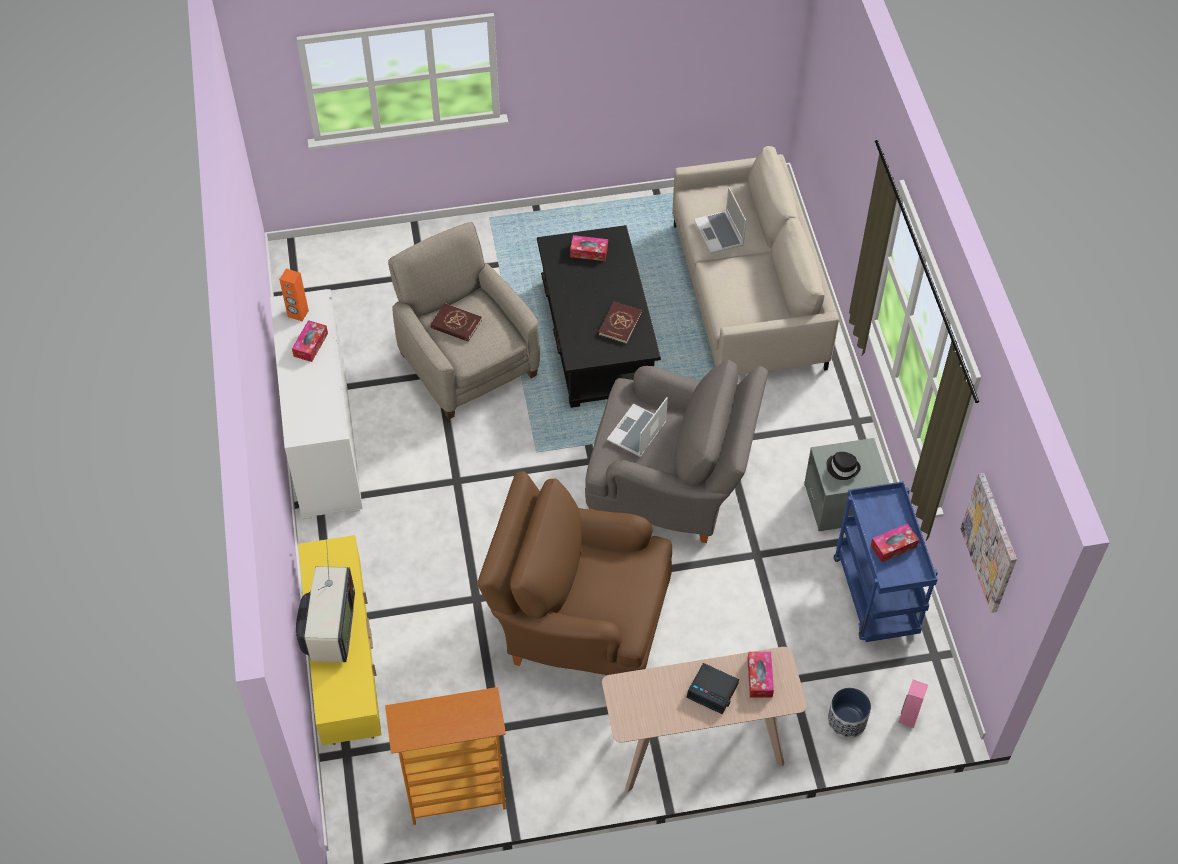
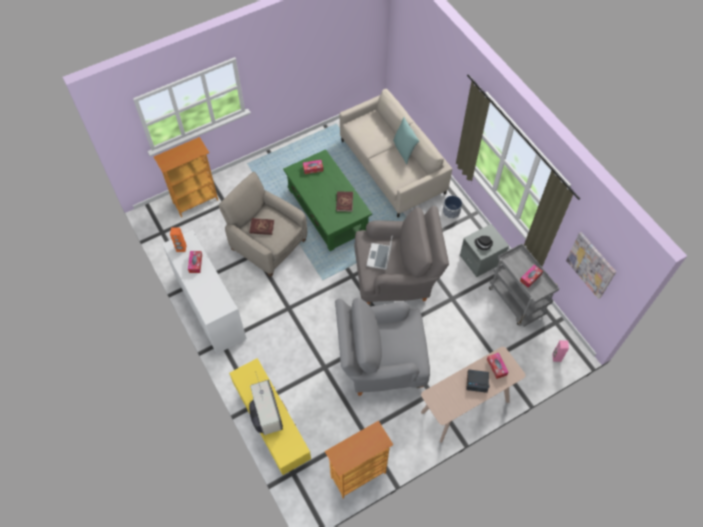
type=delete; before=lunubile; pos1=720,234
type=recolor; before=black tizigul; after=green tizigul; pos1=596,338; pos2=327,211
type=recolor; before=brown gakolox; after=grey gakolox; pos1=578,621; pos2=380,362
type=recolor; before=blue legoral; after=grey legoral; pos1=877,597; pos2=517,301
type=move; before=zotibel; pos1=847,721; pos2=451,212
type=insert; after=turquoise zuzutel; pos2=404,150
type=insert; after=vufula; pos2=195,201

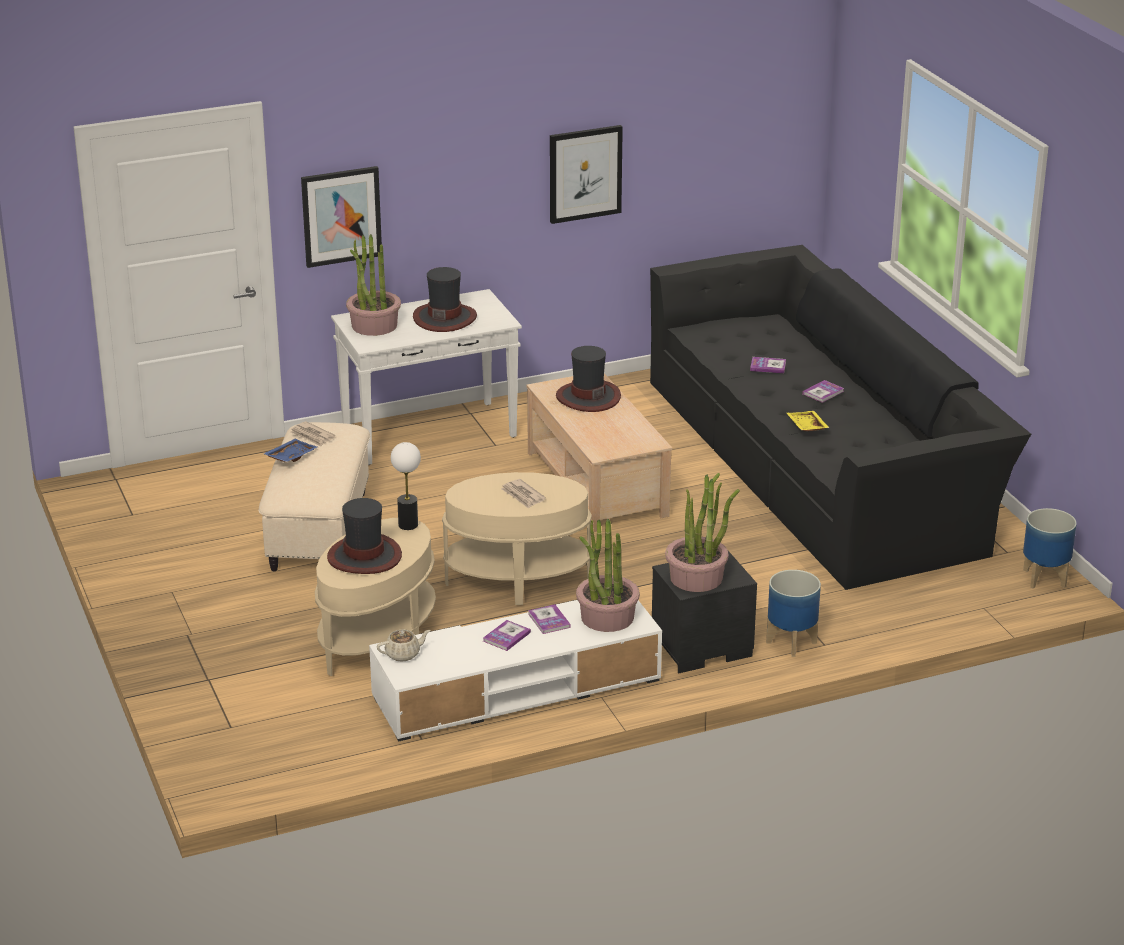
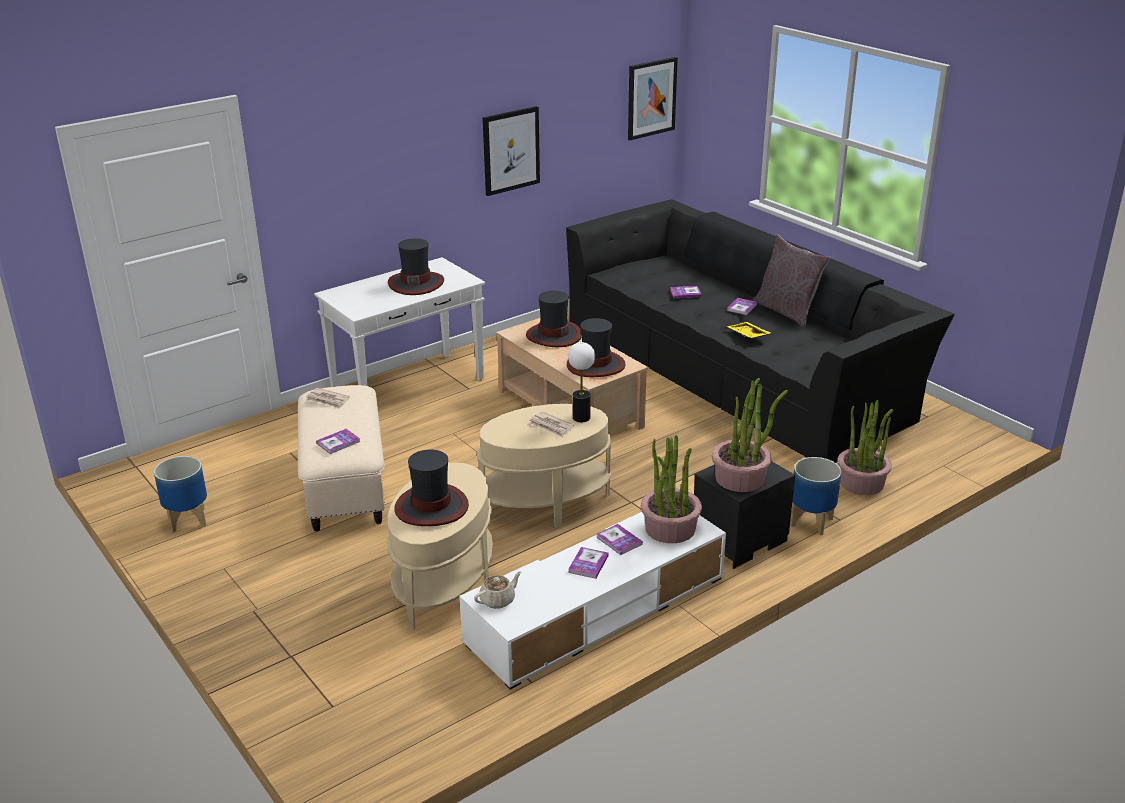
type=move; before=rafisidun; pos1=341,216; pos2=651,98
type=move; before=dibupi; pos1=374,326; pos2=861,483
type=delete; before=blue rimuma; pos1=290,457
type=move; before=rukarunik; pos1=408,525; pos2=581,418
type=move; before=zotibel; pos1=1045,579; pos2=188,521
type=insert; after=grey zuzutel; pos2=787,312
type=insert; after=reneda; pos2=596,365
type=insert; after=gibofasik; pos2=338,442

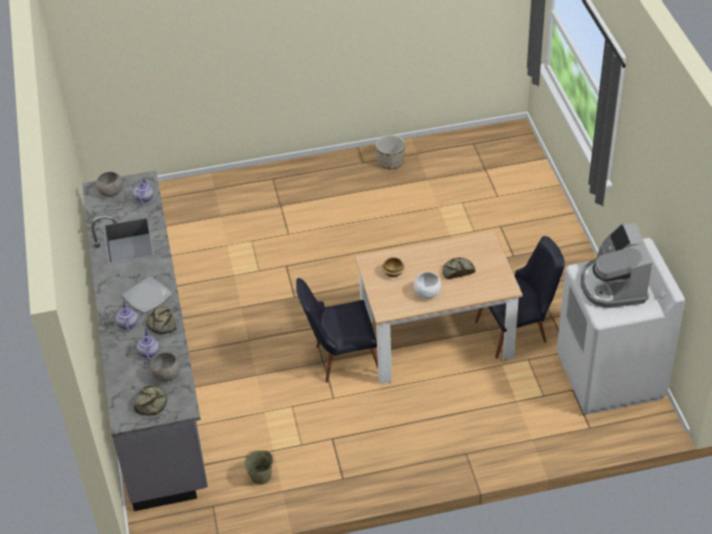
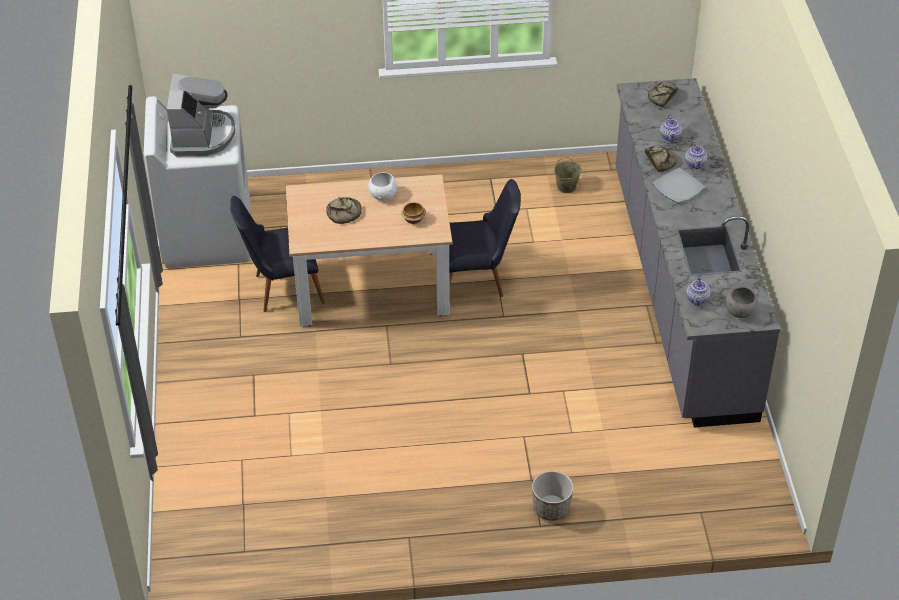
type=move; before=zotibel; pos1=390,163; pos2=551,508
type=delete; before=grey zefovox; pos1=167,375

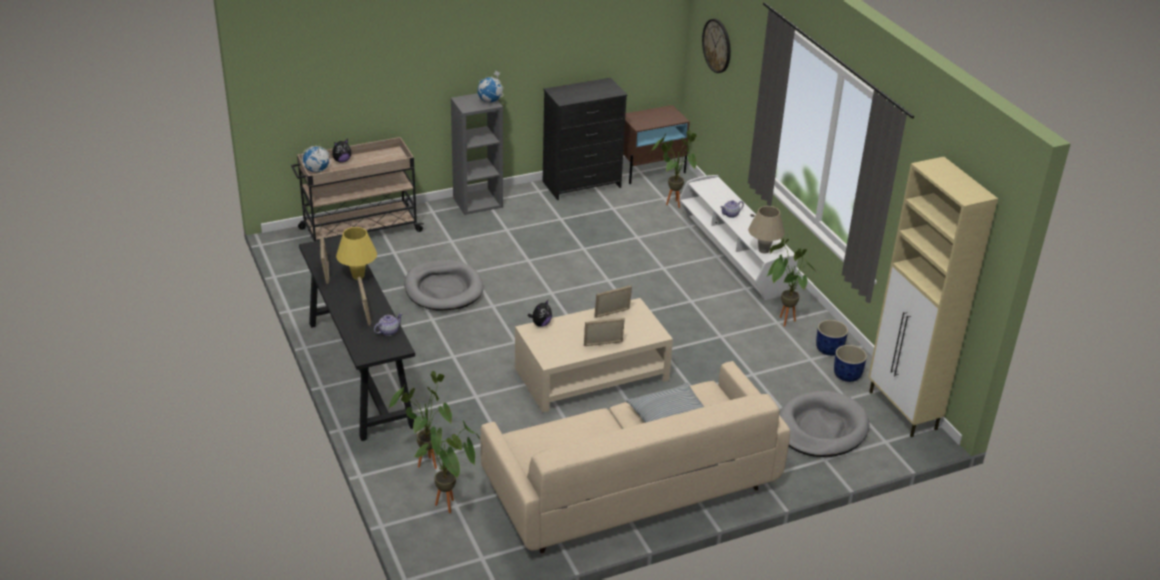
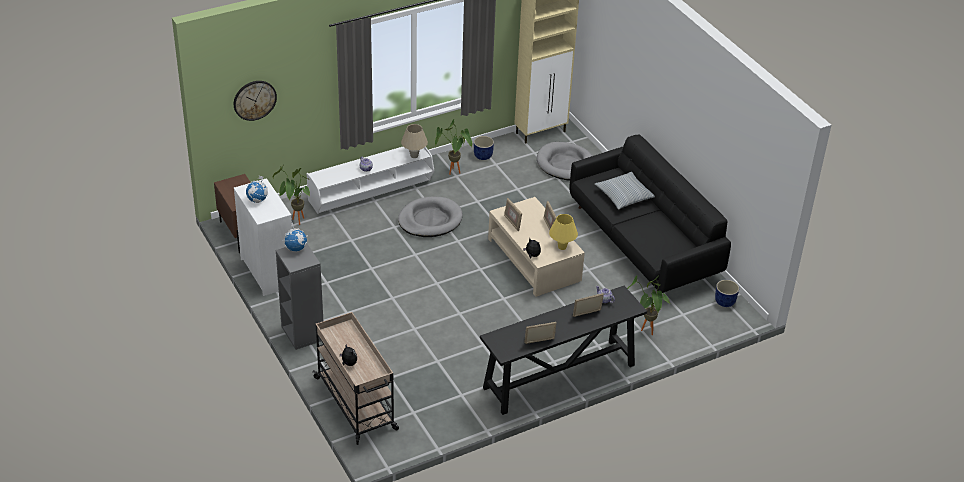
type=recolor; before=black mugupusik; after=white mugupusik; pos1=582,185; pos2=268,272
type=move; before=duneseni; pos1=317,171; pos2=258,200
type=move; before=yellow rukarunik; pos1=358,276; pos2=562,247
type=move; before=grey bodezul; pos1=443,289; pos2=430,220
type=move; before=blue zotibel; pos1=847,375; pos2=724,301
type=recolor; before=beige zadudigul; after=black zadudigul; pos1=630,486; pos2=642,241
type=delete; before=dibupi; pos1=451,507

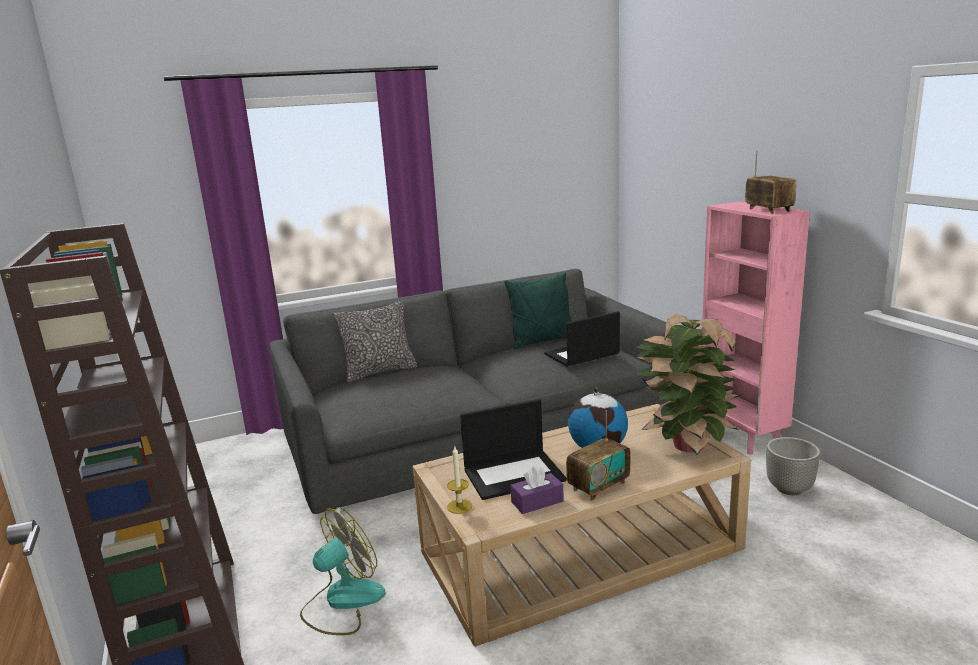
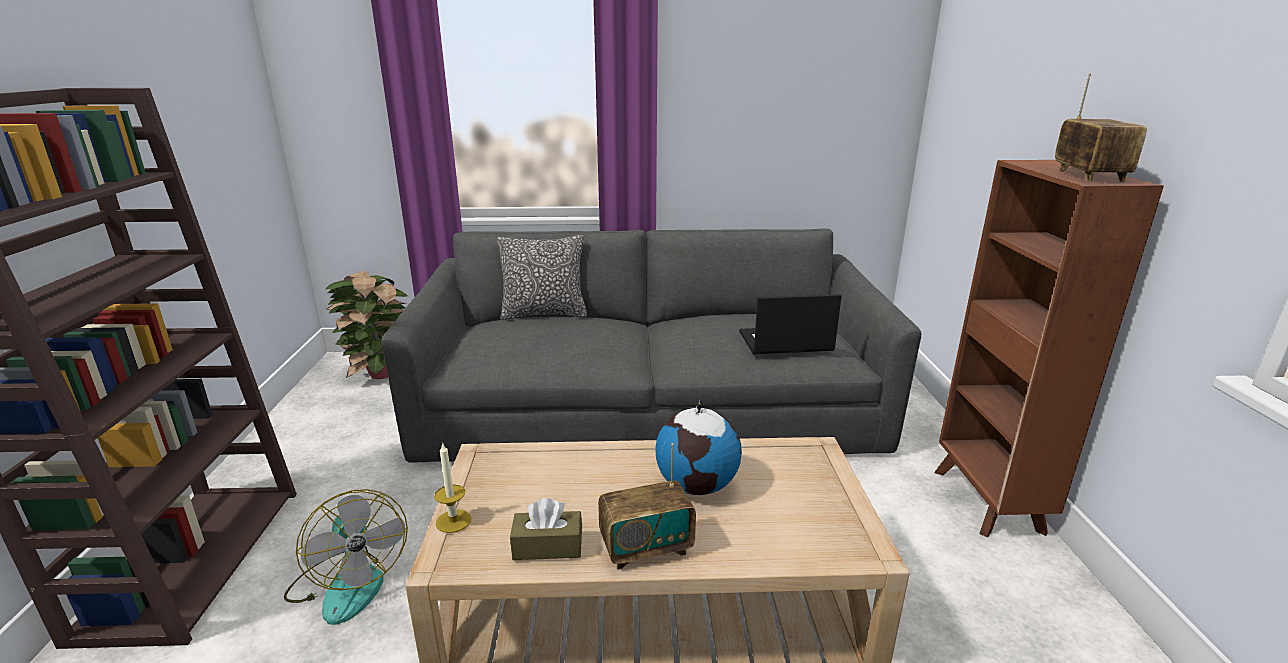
type=recolor; before=pink vufula; after=brown vufula; pos1=741,435; pos2=988,502
type=delete; before=green zuzutel; pos1=542,341
type=move; before=dibupi; pos1=685,445; pos2=380,373
type=delete; before=lunubile; pos1=514,474
type=delete; before=zotibel; pos1=790,489
type=recolor; before=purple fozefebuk; after=brown fozefebuk; pos1=537,502; pos2=548,546
type=rotate; before=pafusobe; pos1=342,602; pos2=348,583; turn=75

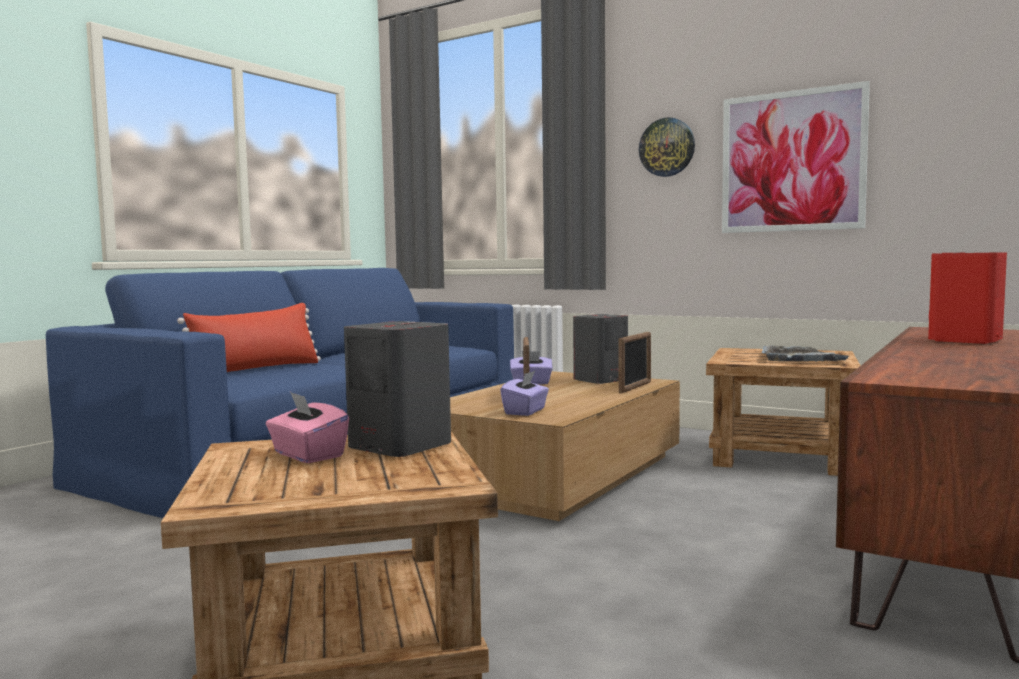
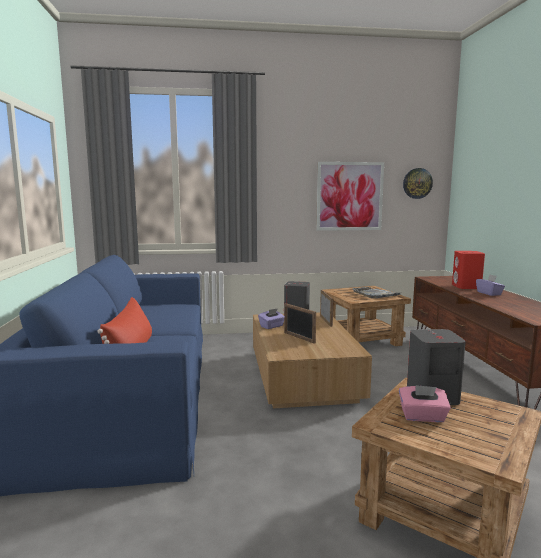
type=move; before=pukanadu; pos1=667,147; pos2=417,183
type=move; before=purple fozefebuk; pos1=525,411; pos2=489,293

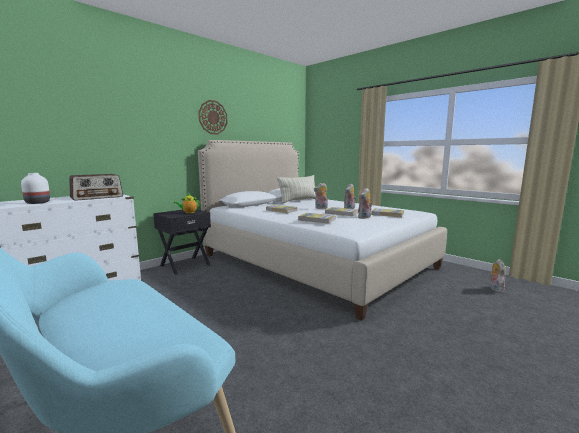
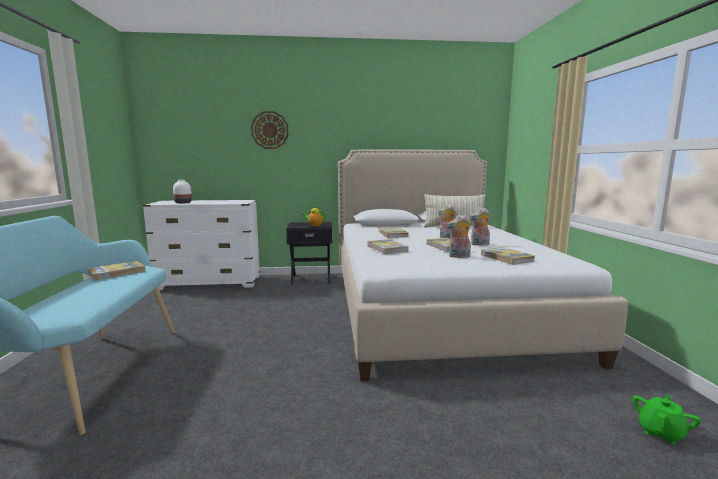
type=move; before=pukanadu; pos1=213,117; pos2=269,130
type=delete; before=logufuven; pos1=97,197
type=replace; before=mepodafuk; after=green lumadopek; pos1=495,289; pos2=661,432
type=insert; after=gibofasik; pos2=117,272

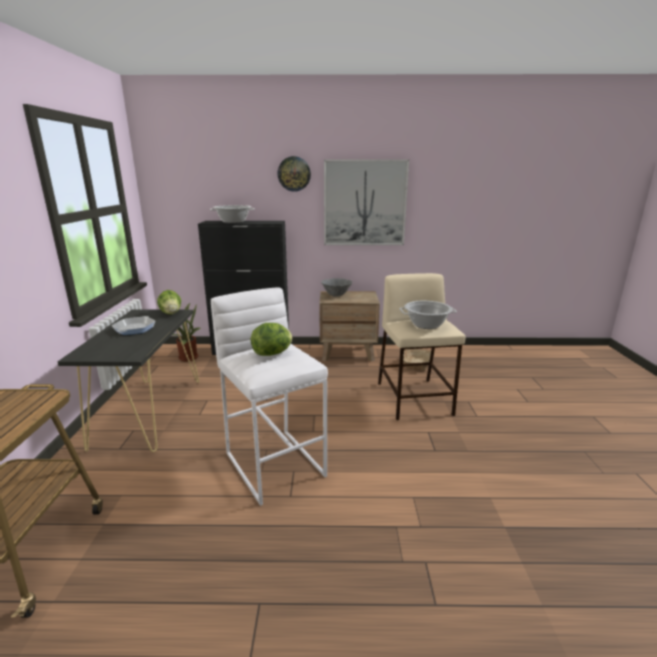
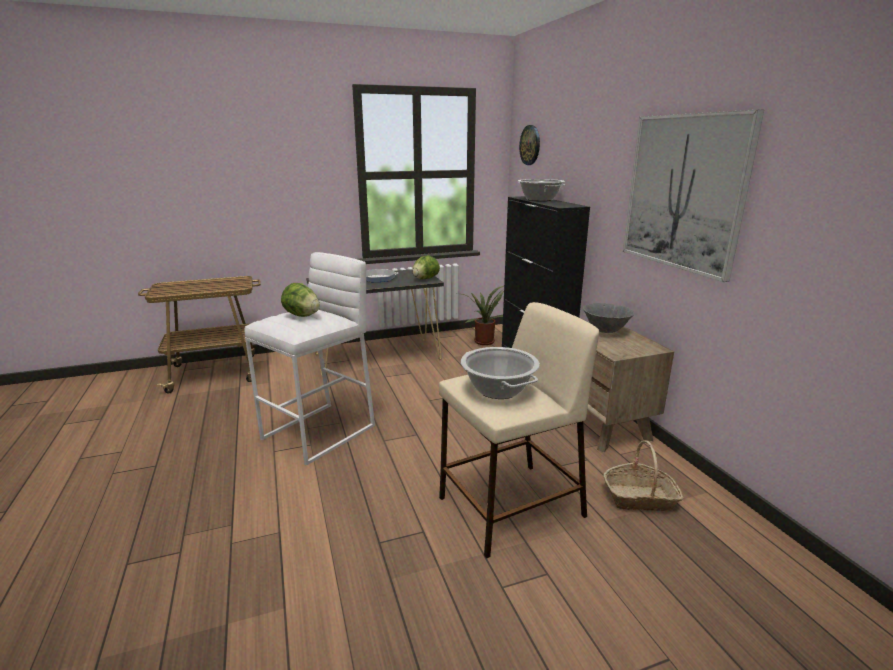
type=move; before=pukanadu; pos1=294,174; pos2=530,145

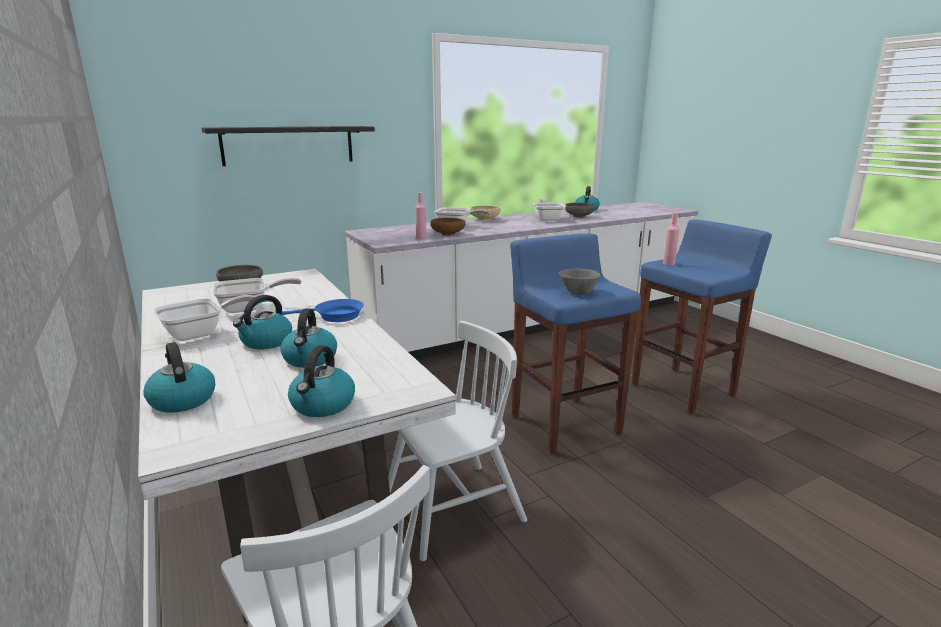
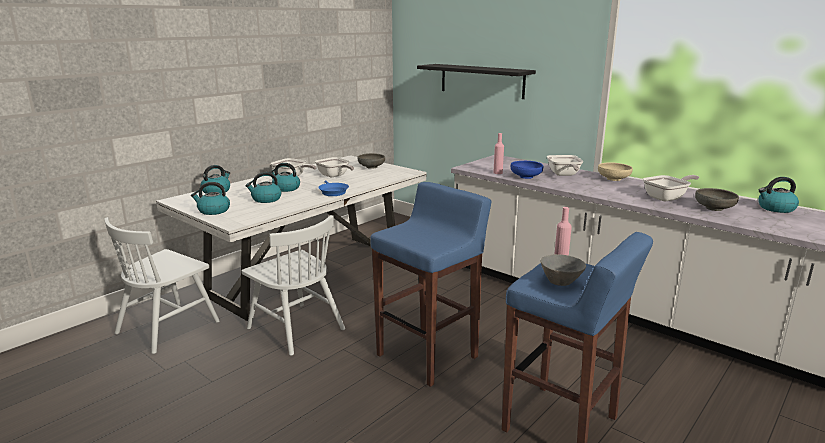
type=recolor; before=brown zefovox; after=blue zefovox; pos1=448,234; pos2=526,177
type=move; before=grey zefovox; pos1=579,291; pos2=562,282

